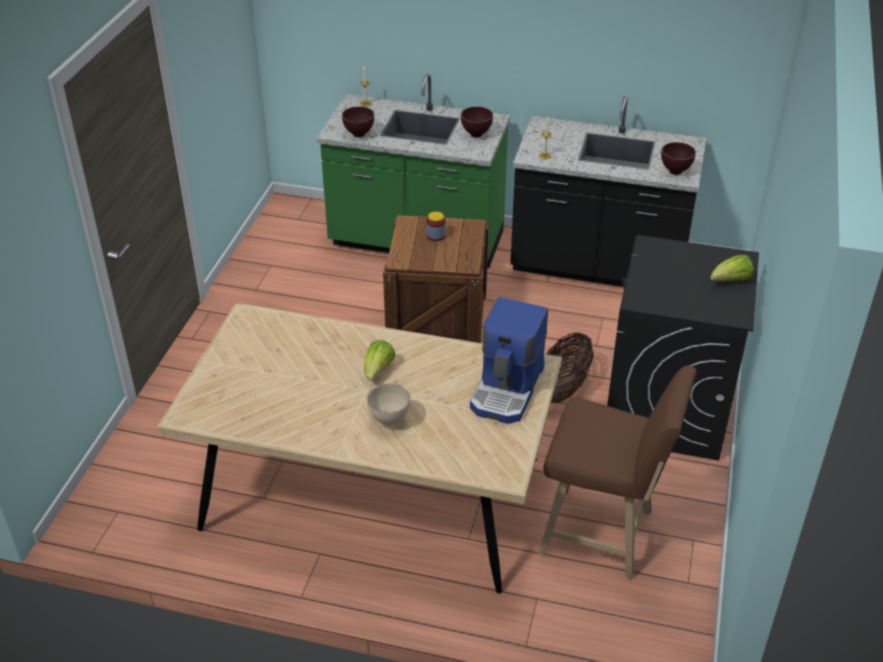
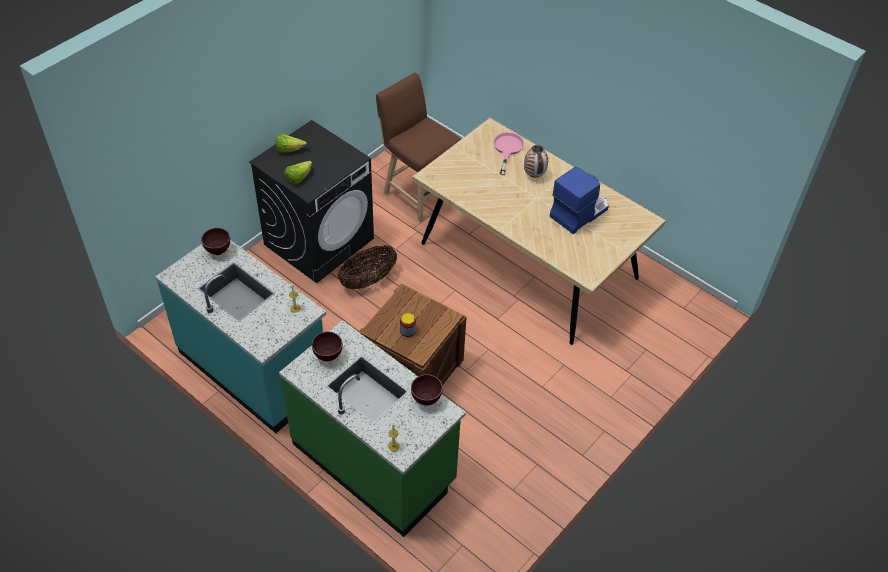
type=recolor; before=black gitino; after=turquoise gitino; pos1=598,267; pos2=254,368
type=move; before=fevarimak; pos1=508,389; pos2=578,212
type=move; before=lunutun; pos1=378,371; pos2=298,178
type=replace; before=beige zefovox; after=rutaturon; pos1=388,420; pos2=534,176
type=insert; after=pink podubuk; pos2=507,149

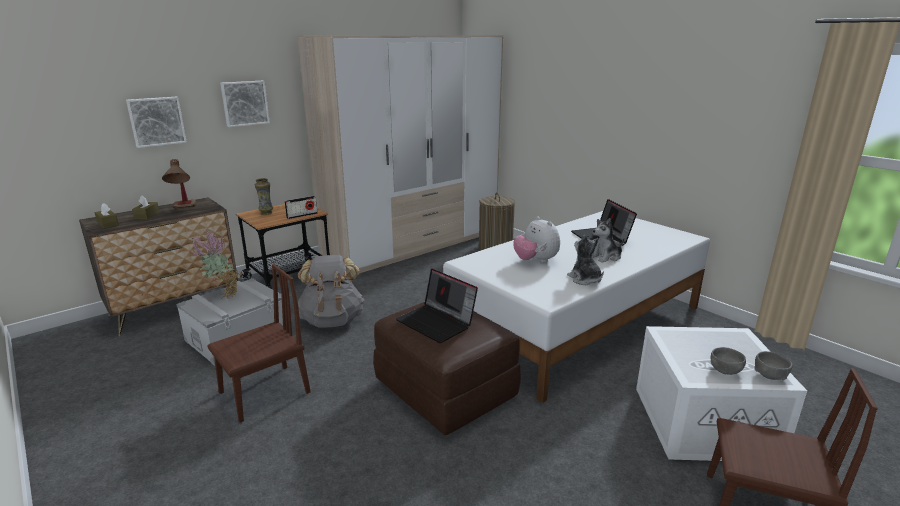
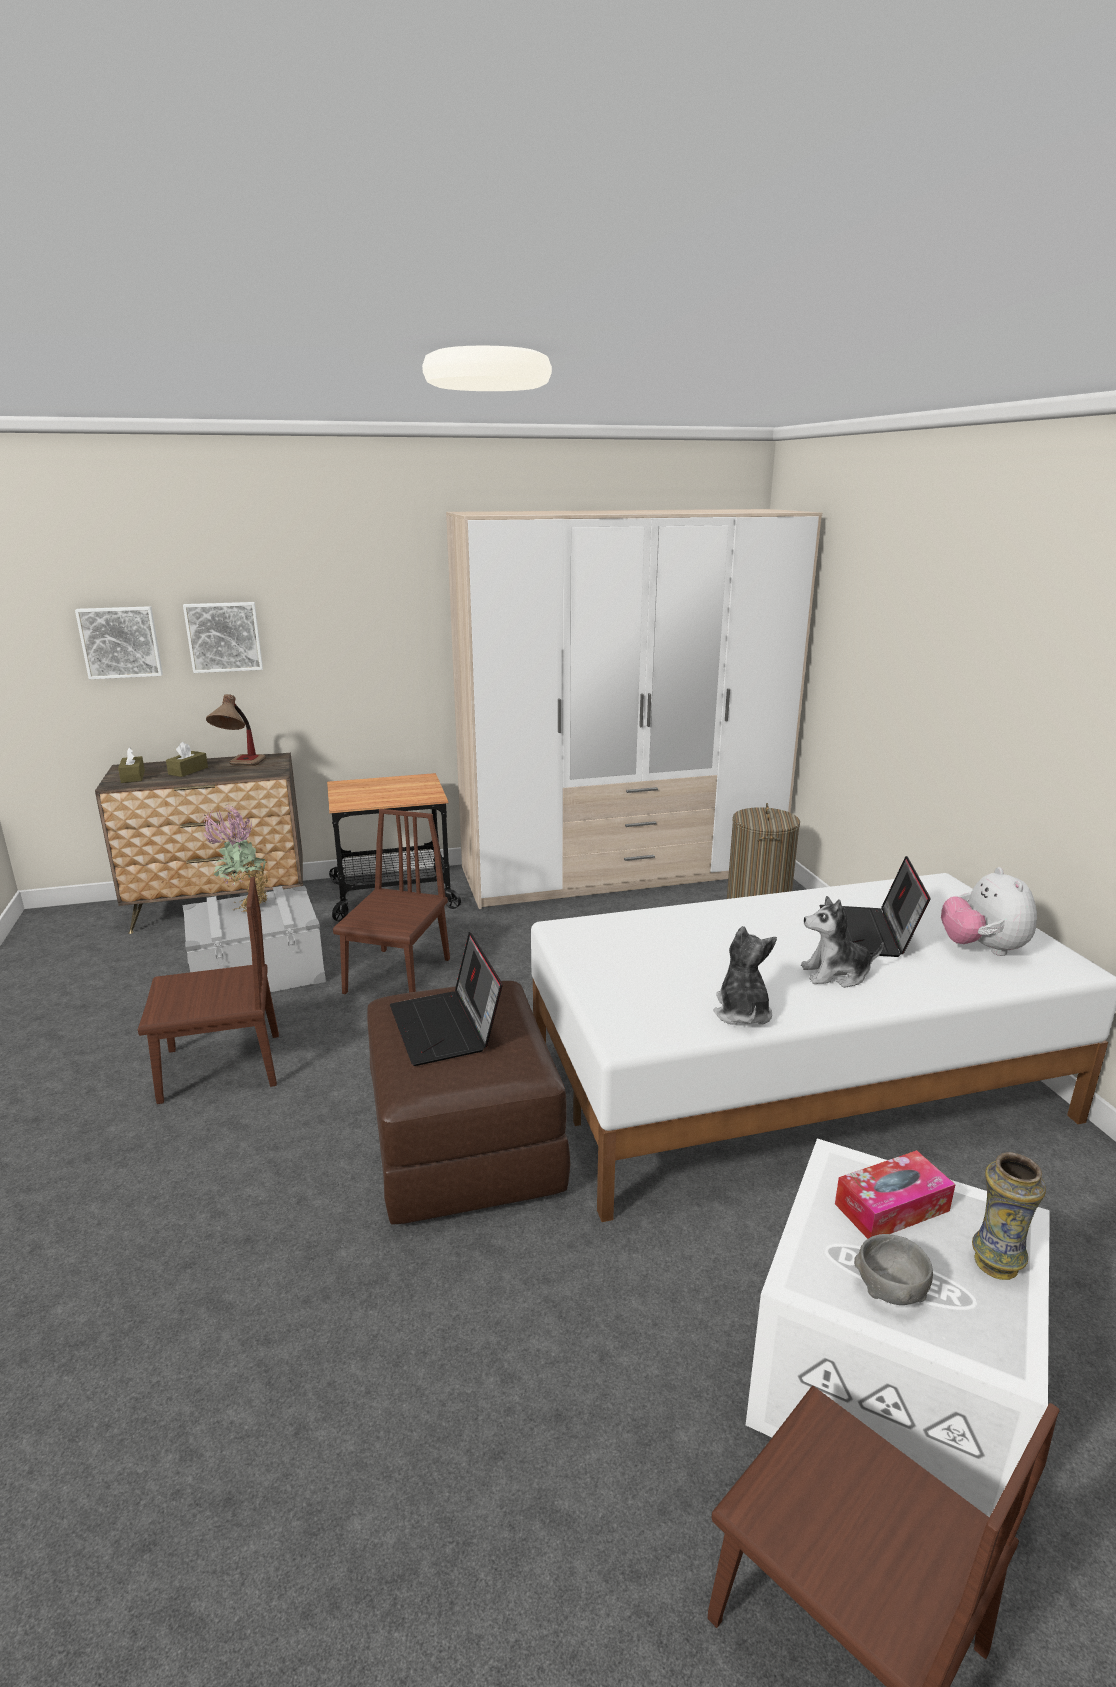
type=move; before=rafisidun; pos1=244,103; pos2=120,642
type=move; before=rutaturon; pos1=266,213; pos2=995,1263
type=delete; before=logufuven; pos1=302,215
type=move; before=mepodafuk; pos1=535,261; pos2=982,949
type=replace; before=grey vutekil; after=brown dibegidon; pos1=332,320; pos2=398,975
type=delete; before=grey zefovox; pos1=769,375
type=insert; after=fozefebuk; pos2=891,1207

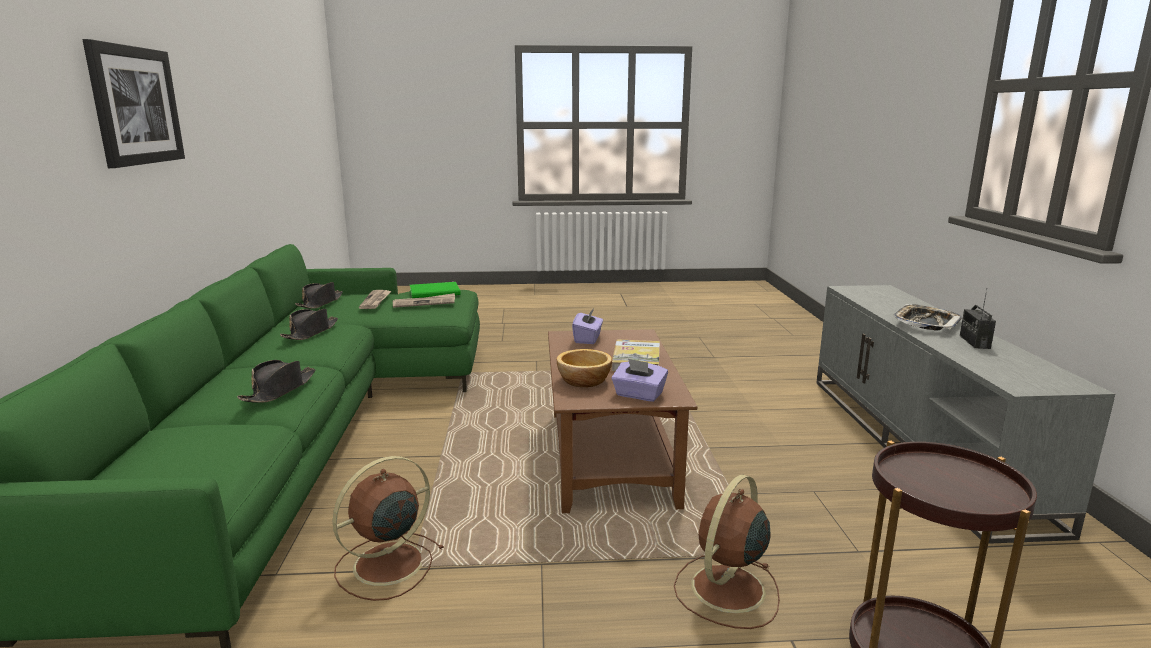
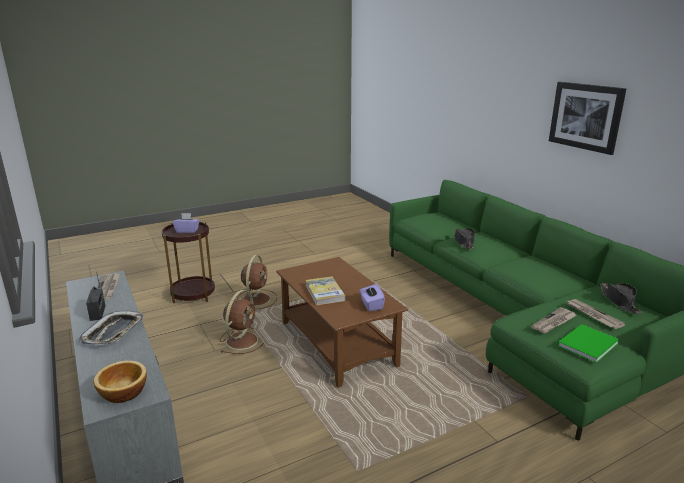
type=delete; before=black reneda; pos1=311,332
type=move; before=zefovox; pos1=585,381; pos2=122,392
type=move; before=purple fozefebuk; pos1=638,395; pos2=187,230
type=move; before=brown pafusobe; pos1=386,565; pos2=242,340
type=insert; after=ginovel; pos2=108,288

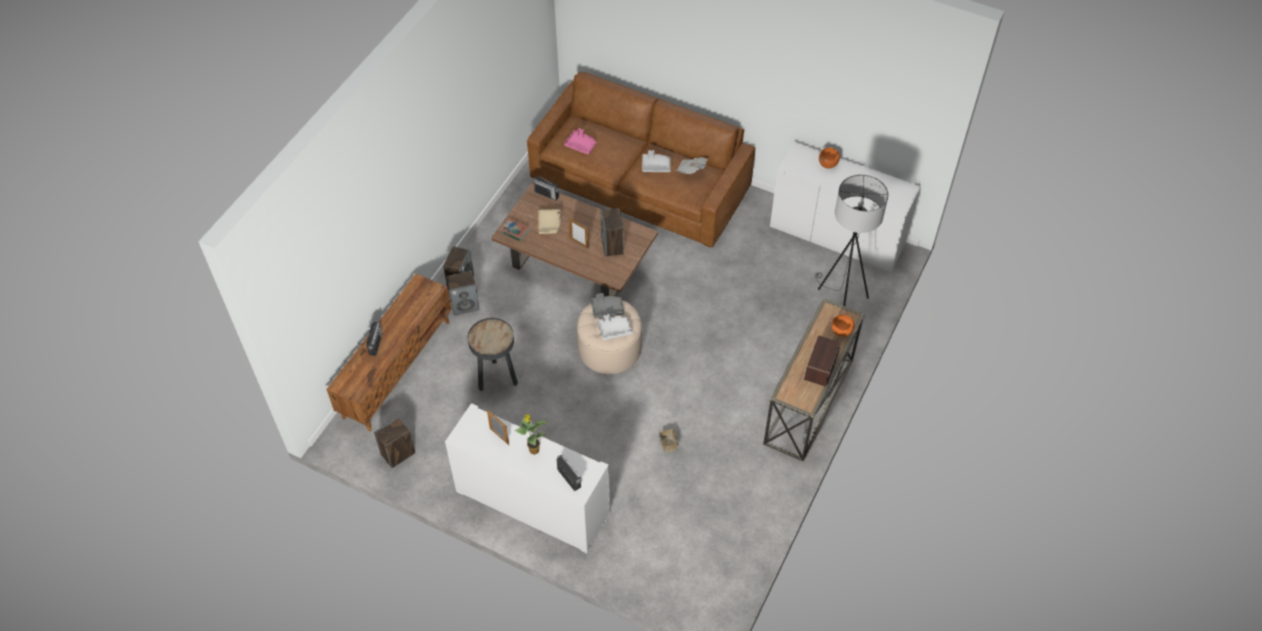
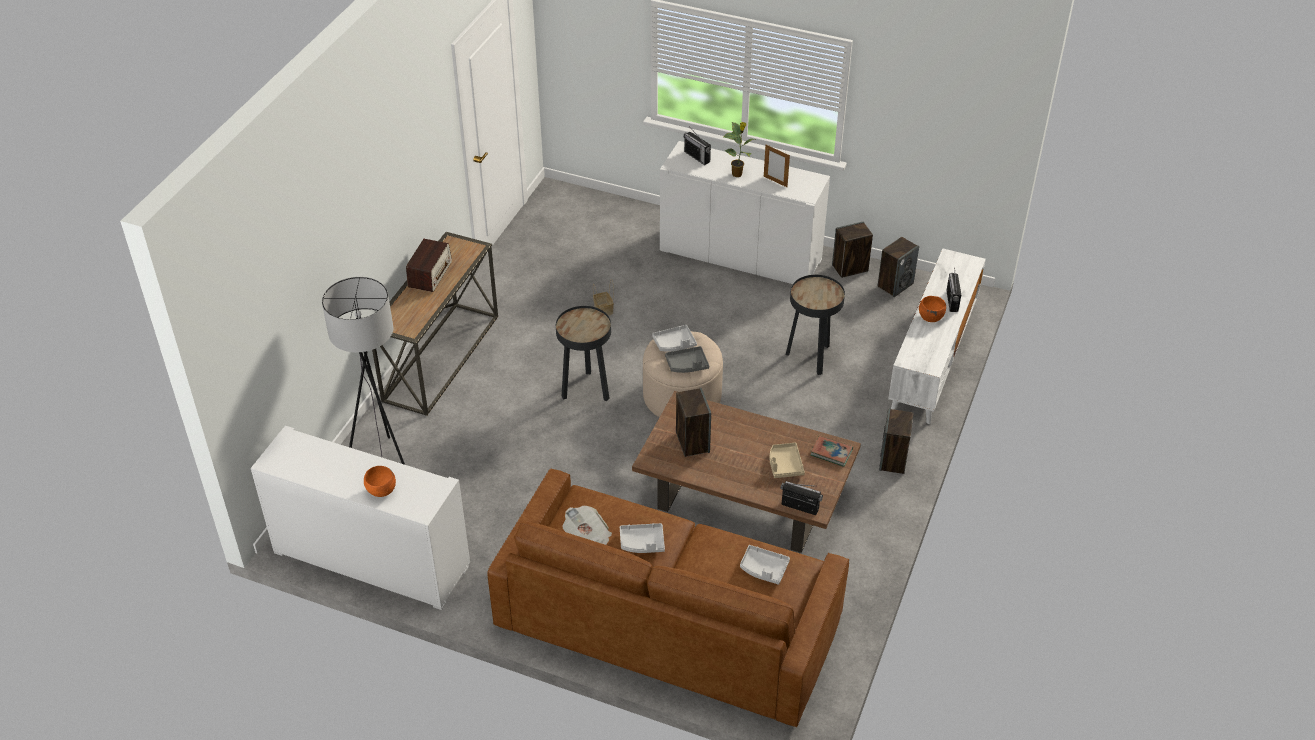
type=recolor; before=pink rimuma; after=grey rimuma; pos1=581,145; pos2=763,569
type=delete; before=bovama; pos1=579,243
type=move; before=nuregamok; pos1=465,305; pos2=850,268
type=recolor; before=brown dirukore; after=white dirukore; pos1=397,368; pos2=933,361
type=move; before=orange zefovox; pos1=841,332; pos2=930,318
type=insert; after=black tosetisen; pos2=586,390

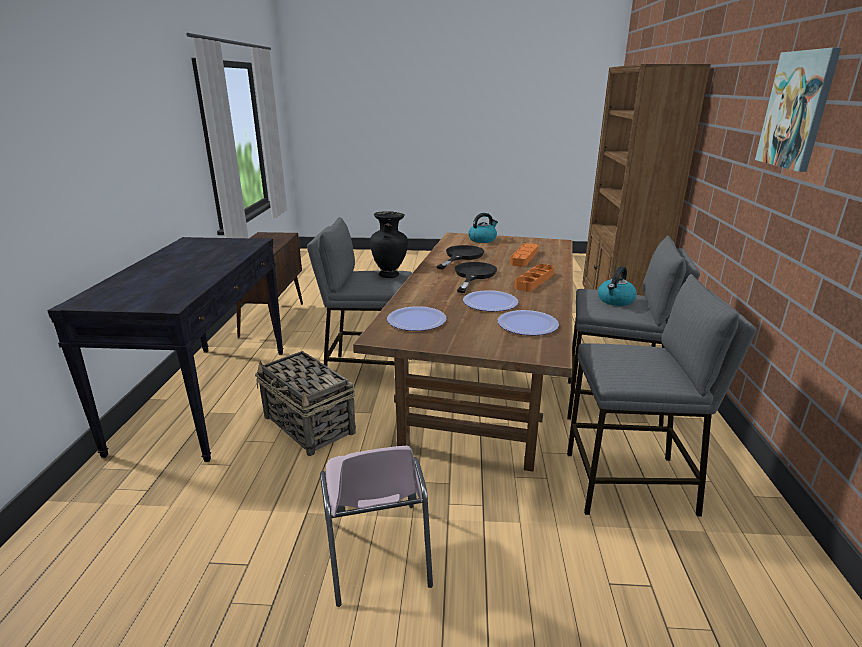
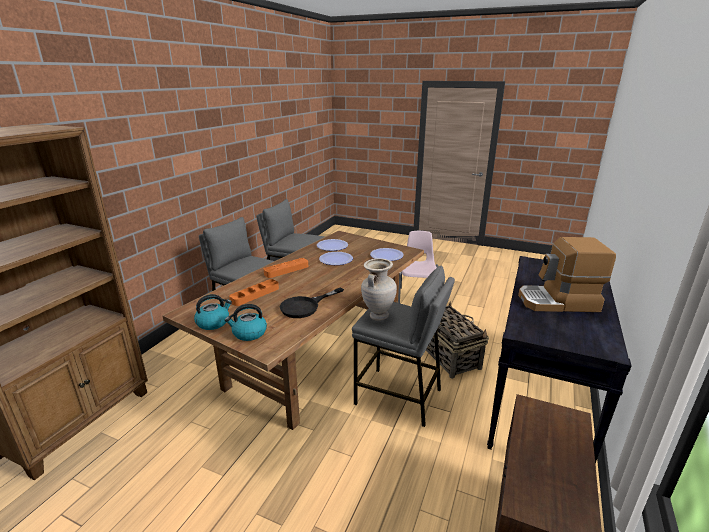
type=delete; before=rafisidun; pos1=797,110
type=recolor; before=black rutaturon; after=beige rutaturon; pos1=390,275; pos2=378,316
type=delete; before=black podubuk; pos1=473,275
type=move; before=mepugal; pos1=615,301; pos2=213,322
type=insert; after=fevarimak; pos2=558,302

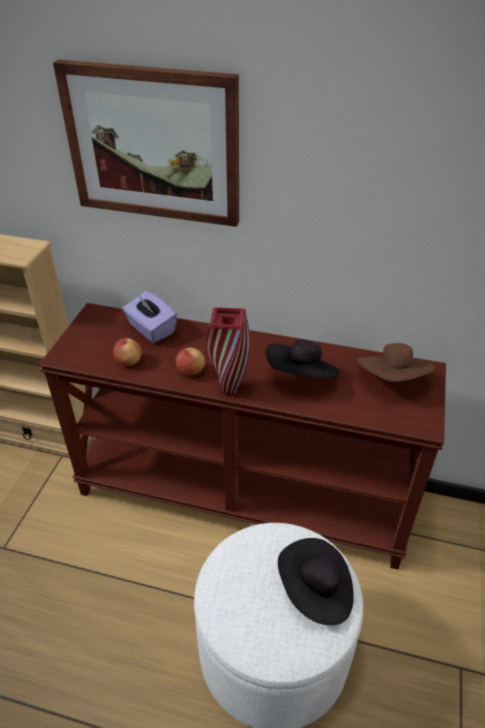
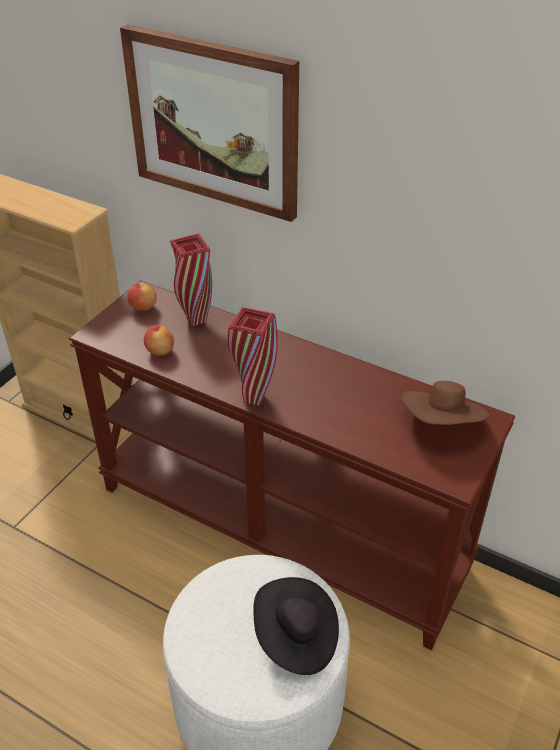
type=replace; before=purple fozefebuk; after=red rutaturon; pos1=151,329; pos2=196,320
type=delete; before=black reneda; pos1=301,377
type=move; before=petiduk; pos1=190,371; pos2=143,308

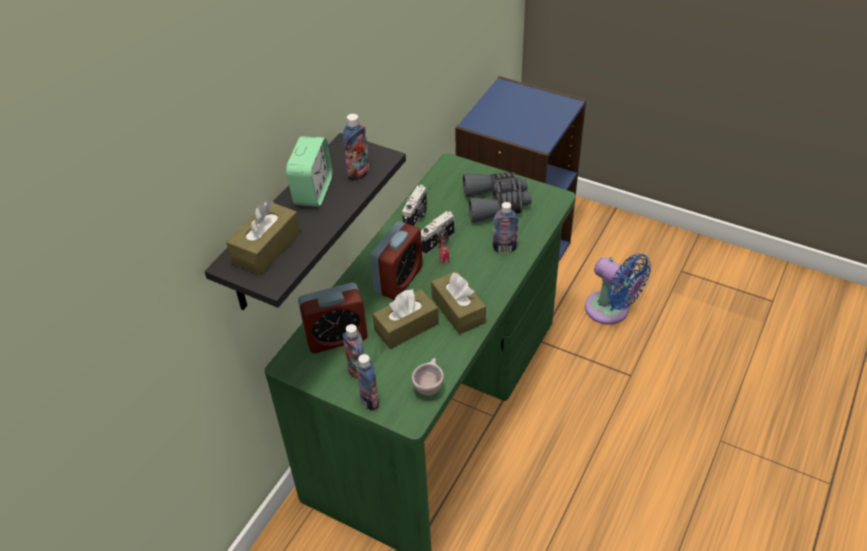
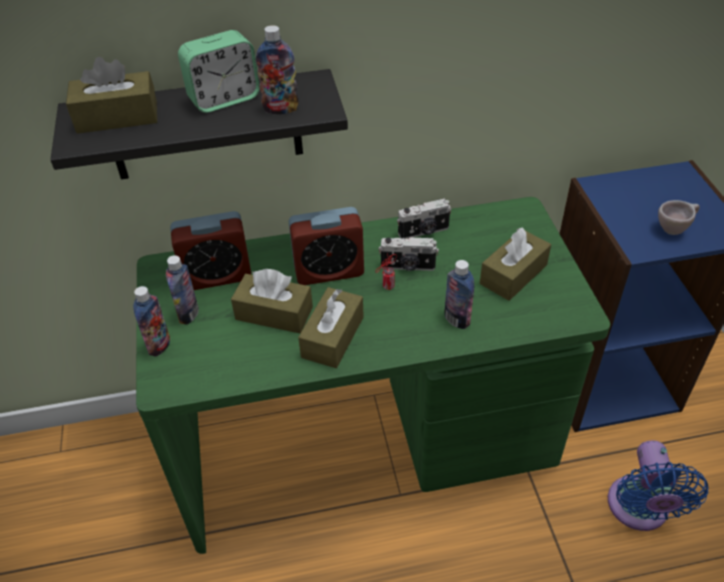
type=replace; before=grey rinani; after=brown fozefebuk; pos1=496,203; pos2=513,274
type=rotate; before=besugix; pos1=336,337; pos2=217,275; turn=-45
type=move; before=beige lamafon; pos1=429,386; pos2=674,229

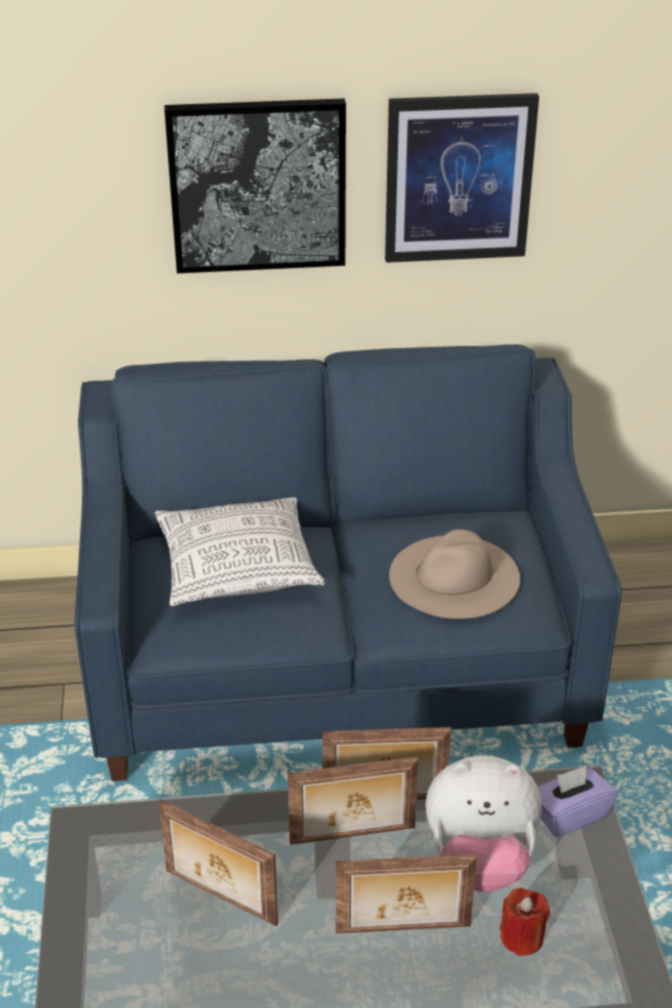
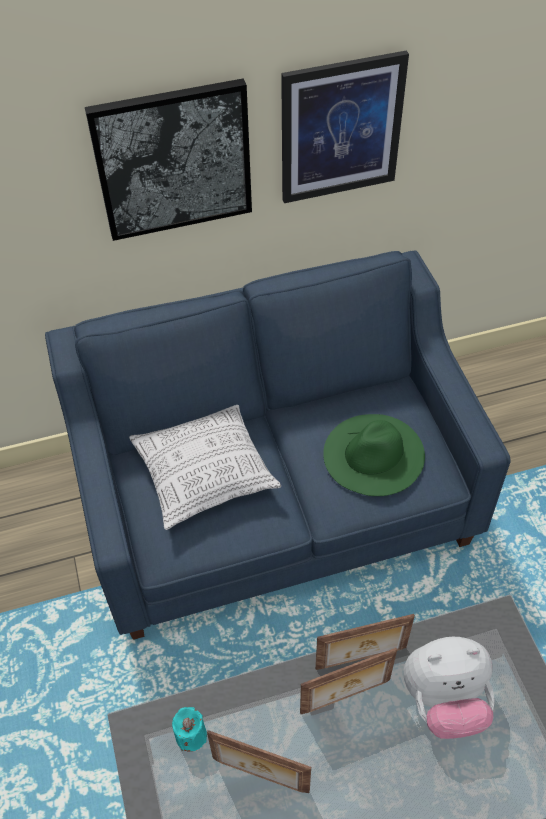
type=recolor; before=beige reneda; after=green reneda; pos1=454,576; pos2=374,454
type=delete; before=purple fozefebuk; pos1=569,815
type=delete; before=bovama; pos1=403,930
type=delete; before=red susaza; pos1=522,937
type=insert; after=turquoise susaza; pos2=191,735

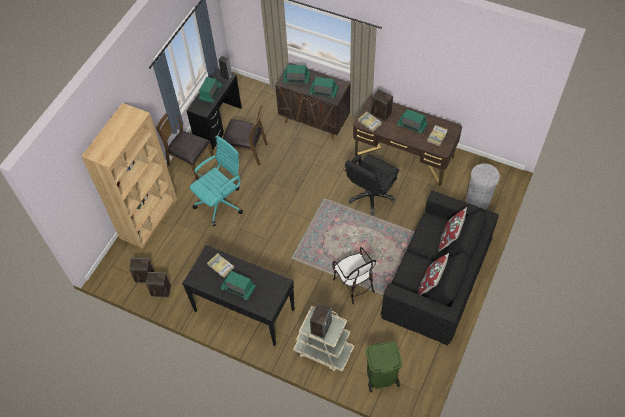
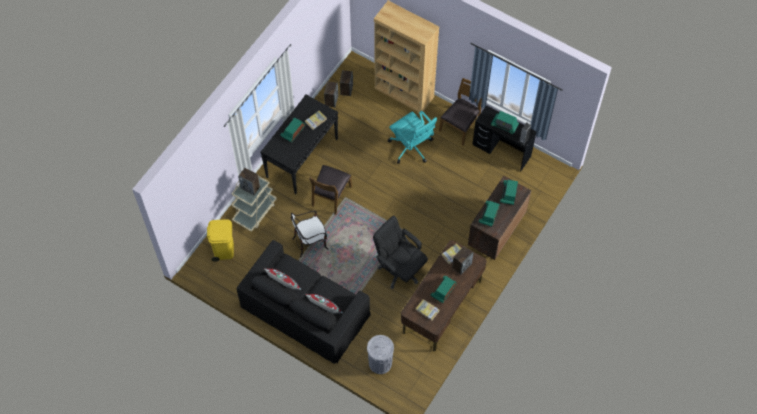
type=move; before=brown dibegidon; pos1=246,151; pos2=331,196
type=recolor; before=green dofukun; after=yellow dofukun; pos1=381,377; pos2=224,249

